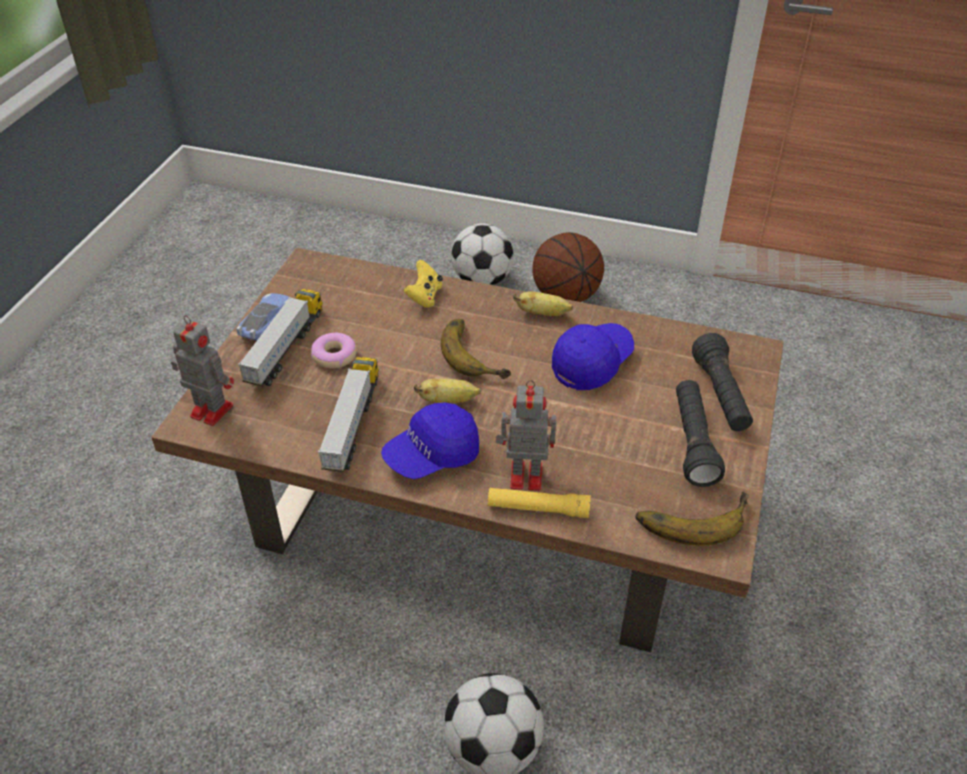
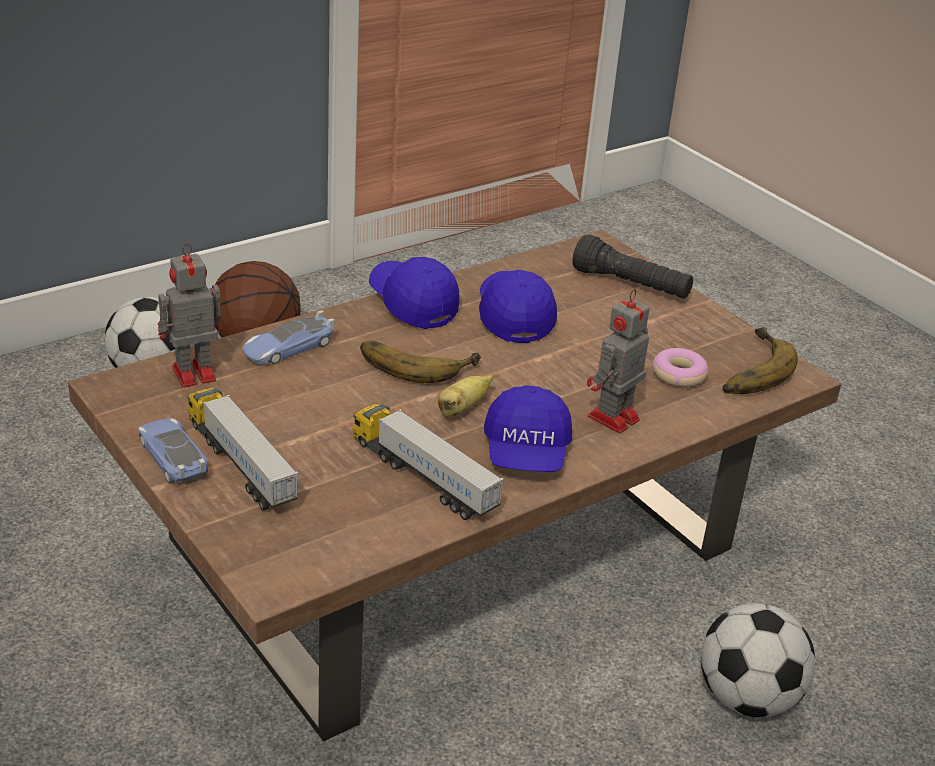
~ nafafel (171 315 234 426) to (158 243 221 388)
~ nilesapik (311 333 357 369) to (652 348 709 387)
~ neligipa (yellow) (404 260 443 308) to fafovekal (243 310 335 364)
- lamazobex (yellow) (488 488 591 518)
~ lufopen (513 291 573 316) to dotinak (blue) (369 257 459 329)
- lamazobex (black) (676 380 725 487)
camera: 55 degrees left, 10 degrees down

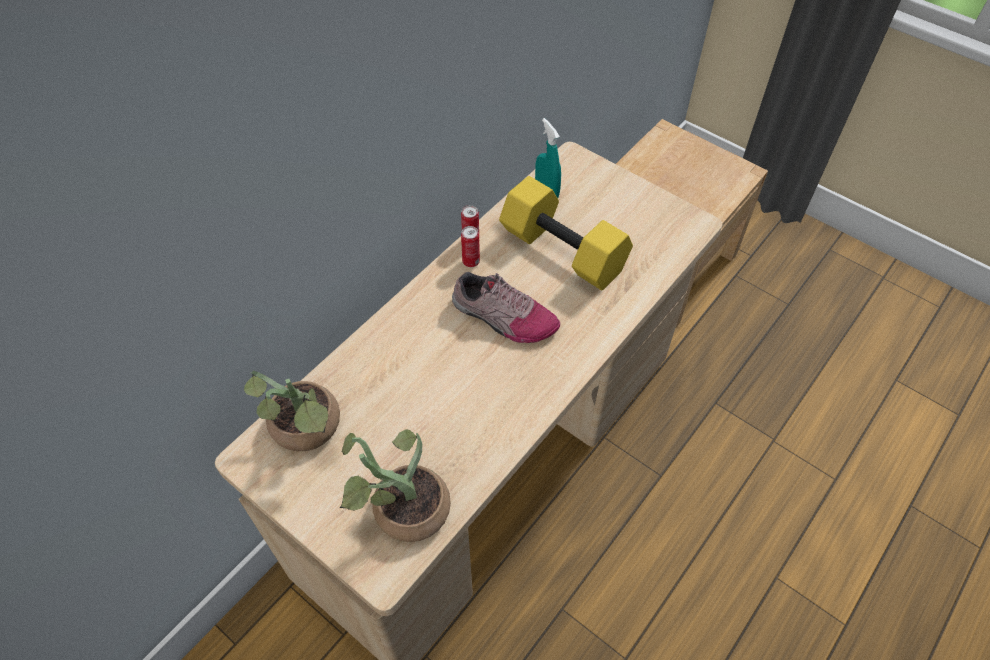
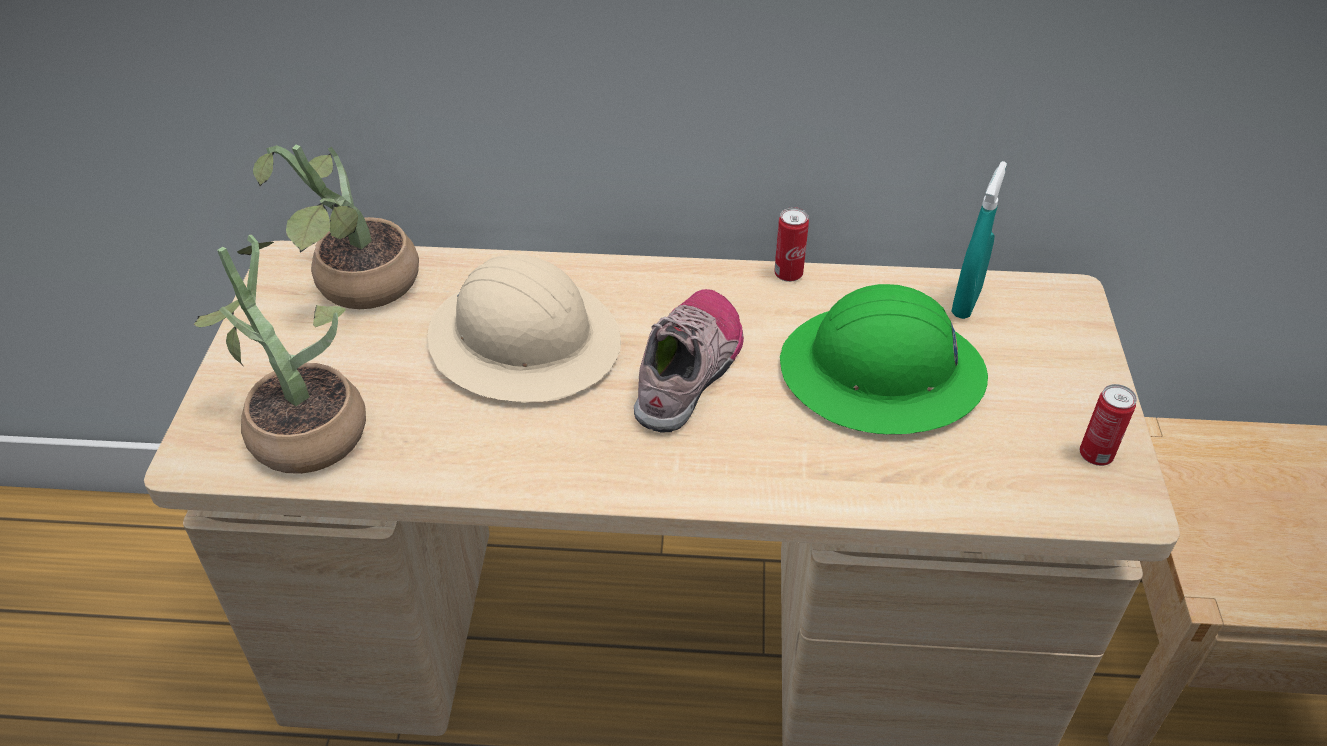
~ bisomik (452 272 560 343) = (634 289 744 433) 150 degrees counterclockwise
~ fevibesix (461 226 480 267) to (1080 384 1137 466)
~ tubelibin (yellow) (499 176 633 290) to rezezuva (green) (780 284 988 434)
+ rezezuva (beige) (427 254 621 403)
camera: 55 degrees right, 10 degrees down

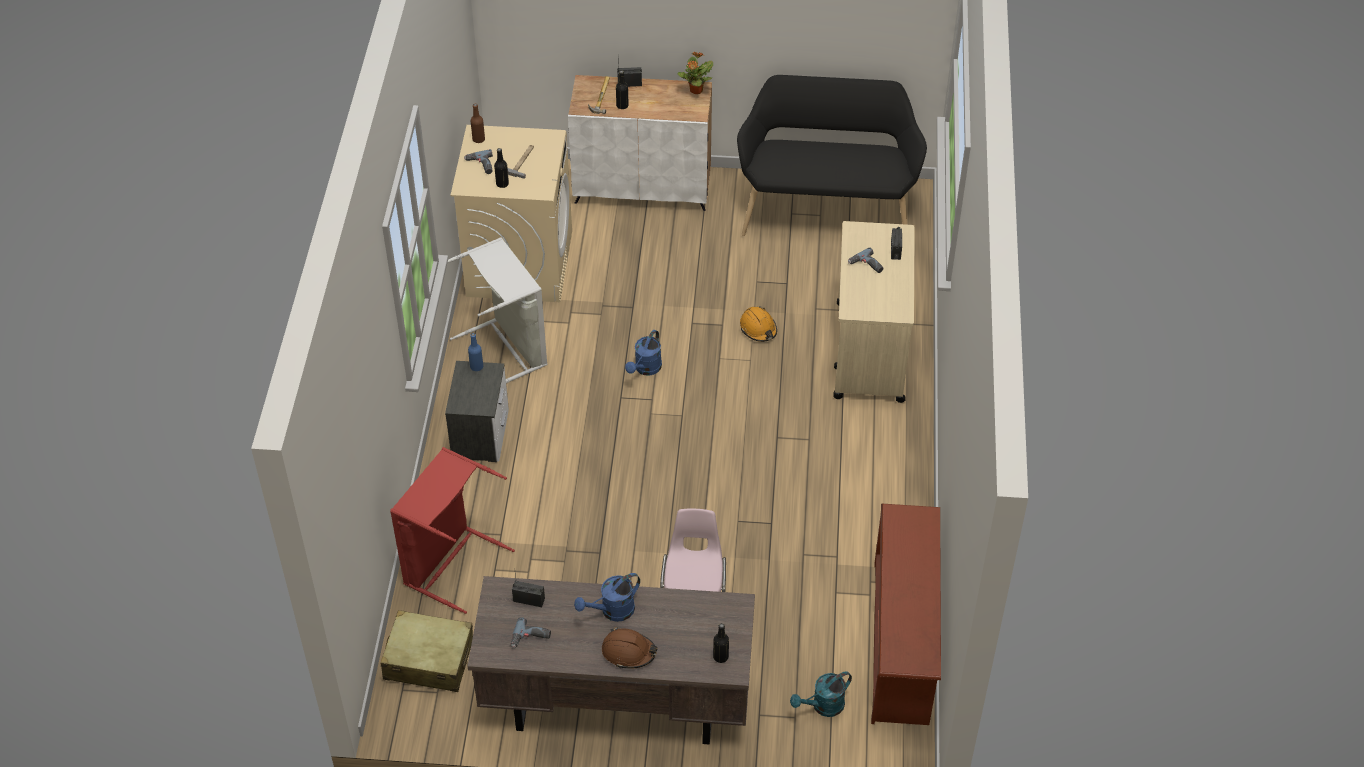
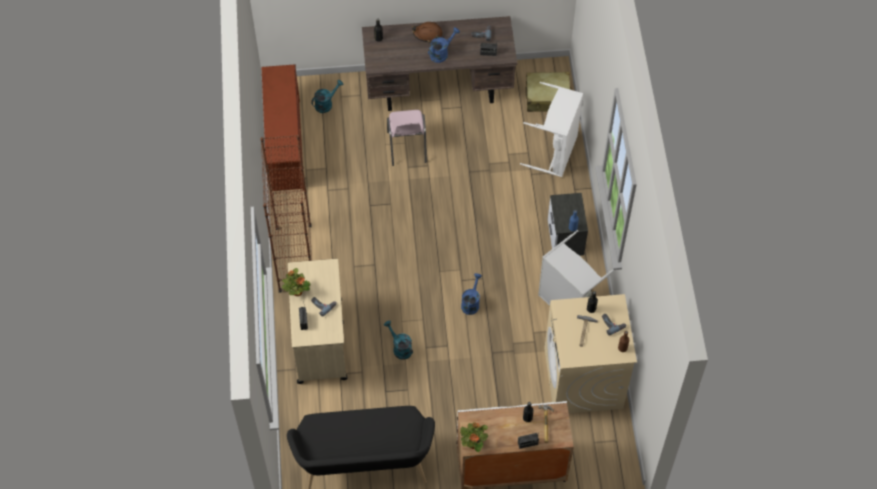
~ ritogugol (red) (390 447 515 614) to ritogugol (white) (520 82 583 177)
~ rezezuva (orange) (740 306 777 342) to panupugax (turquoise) (384 320 413 360)
+ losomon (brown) (260 135 312 293)
+ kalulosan (282 268 311 296)
camera: 170 degrees right, 10 degrees up

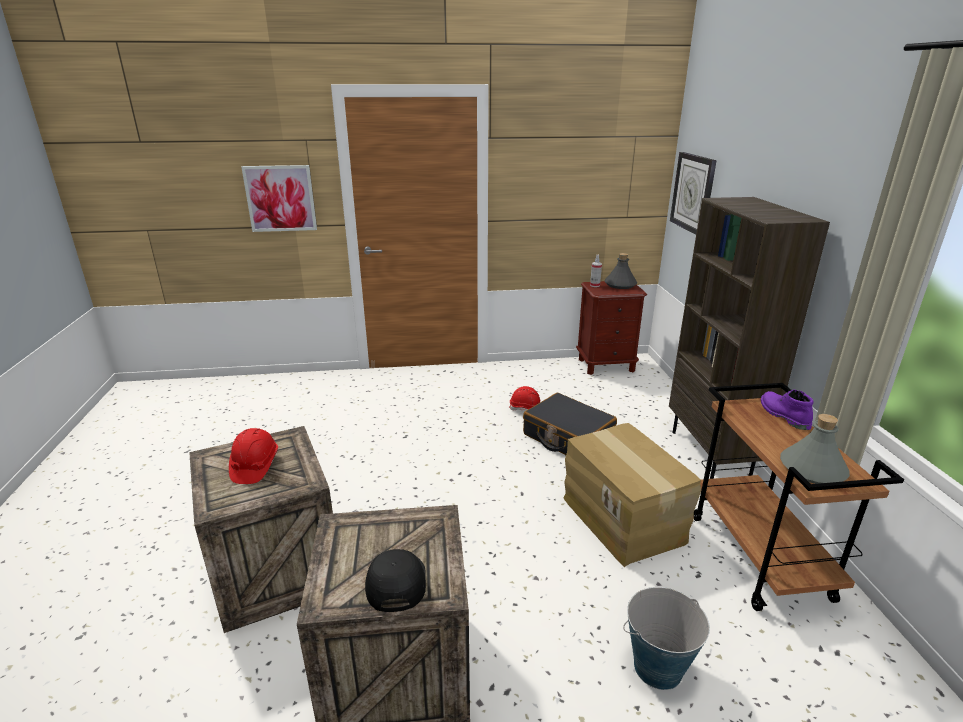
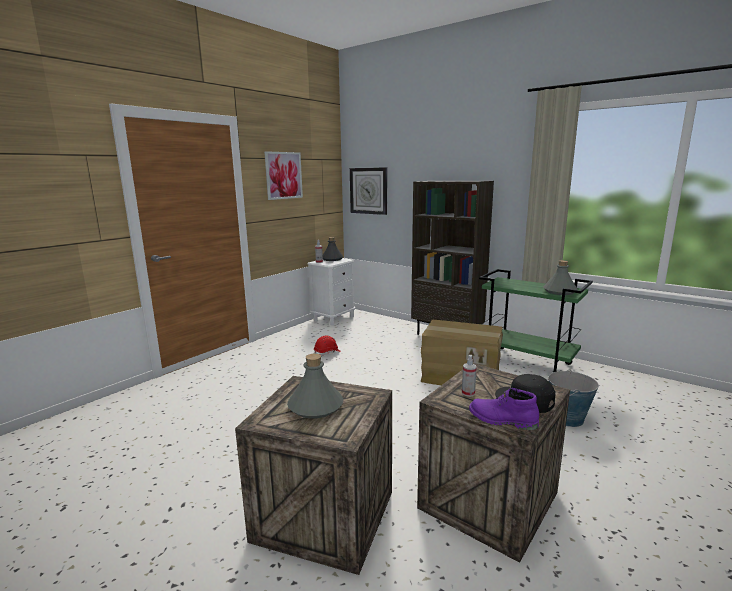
~ rezezuva (red) (229 428 278 484) to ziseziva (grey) (287 354 343 418)
~ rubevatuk (241 165 317 232) to (264 151 303 200)
- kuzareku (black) (523 393 617 455)
~ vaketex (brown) (576 281 647 375) to vaketex (white) (307 258 355 326)
~ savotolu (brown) (694 383 904 611) to savotolu (green) (479 269 593 372)
~ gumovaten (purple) (761 390 814 430) to (469 388 539 430)
+ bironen (462 355 477 397)
camera: 45 degrees left, 10 degrees down

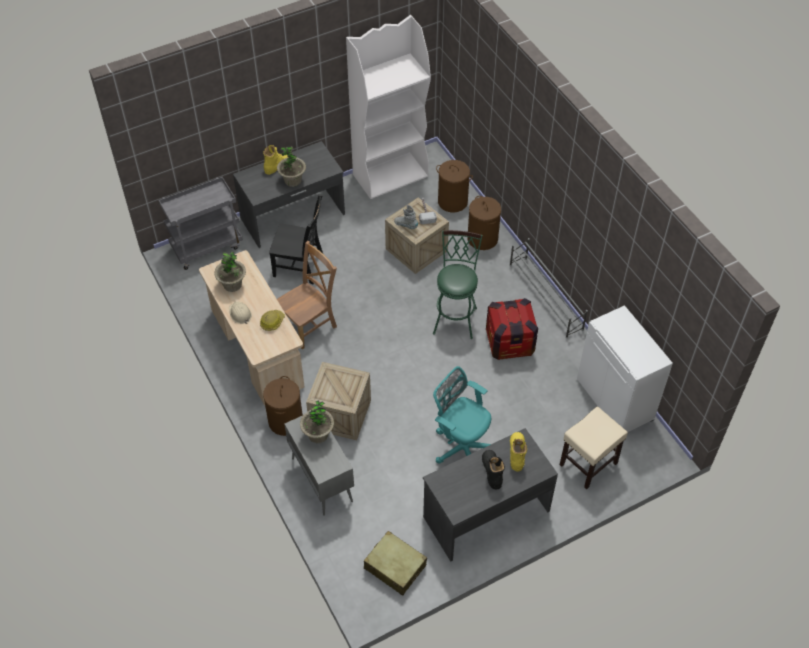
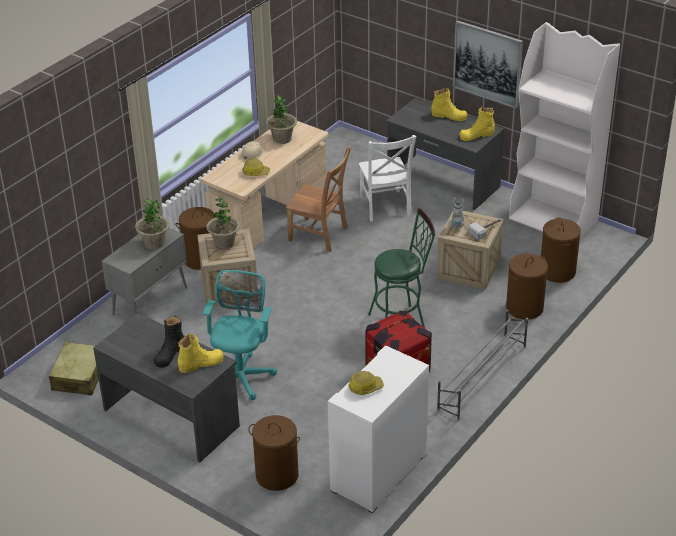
- savotolu (grey) (158 177 243 270)
~ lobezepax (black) (269 194 323 284) to lobezepax (white) (359 135 416 221)
~ kalulosan (277 146 306 187) to (206 198 240 250)
~ gumovaten (black) (482 450 505 489) = (153 316 184 368) 150 degrees clockwise
~ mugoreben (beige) (560 407 628 489) to ritogugol (brown) (248 415 300 491)
+ rezezuva (349 371 384 395)
+ rubevatuk (453 20 523 109)
+ gumovaten (yellow) (460 107 495 141)
camera: 65 degrees right, 15 degrees down

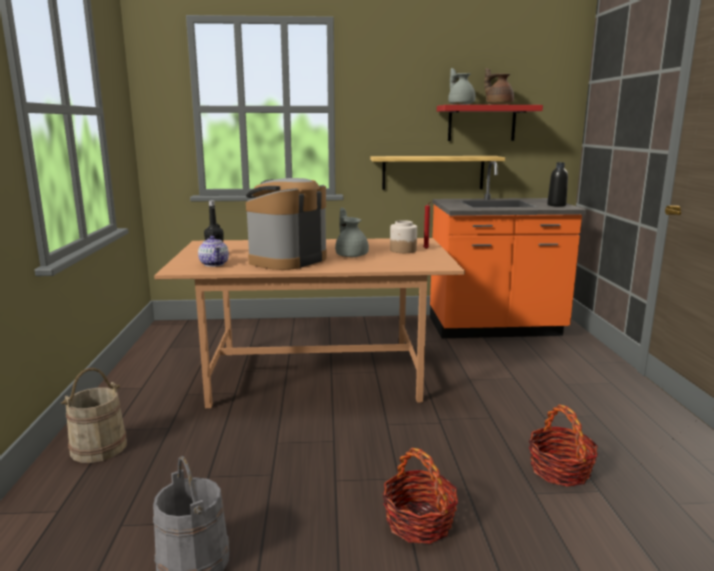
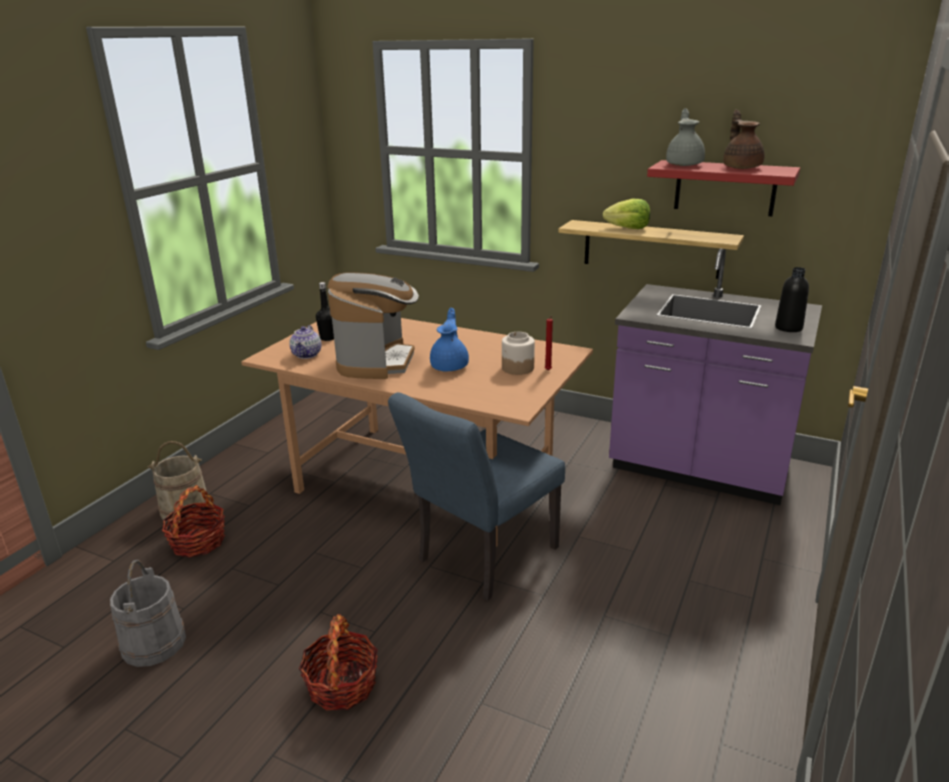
~ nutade (246 178 327 270) = (327 272 419 379) 120 degrees clockwise
~ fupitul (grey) (335 207 369 257) to fupitul (blue) (430 308 469 372)
~ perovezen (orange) (430 161 587 338) to perovezen (purple) (609 248 822 505)
~ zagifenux (529 404 598 487) to (162 485 225 558)
+ lobezepax (blue) (388 392 565 601)
+ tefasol (603 199 650 229)
camera: 30 degrees right, 10 degrees up

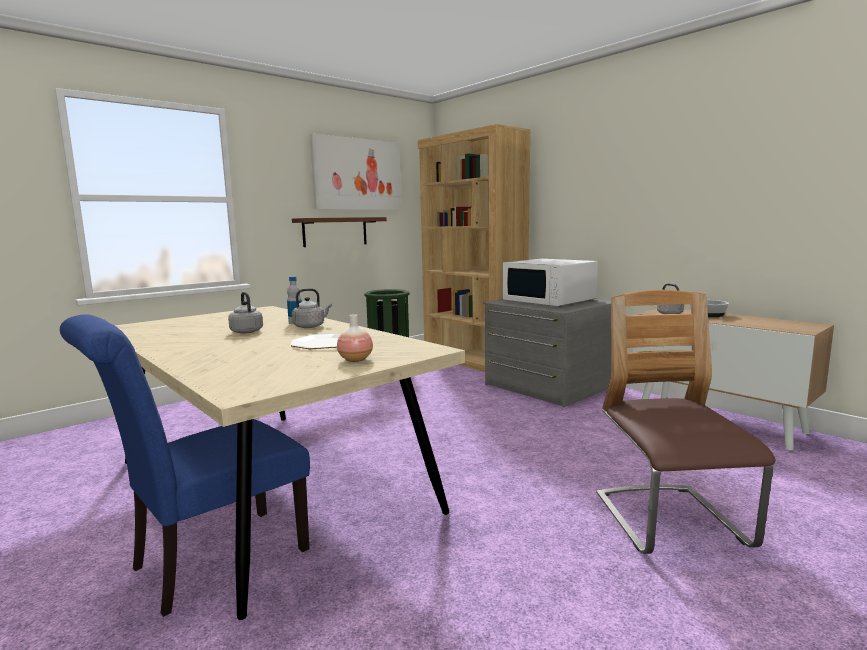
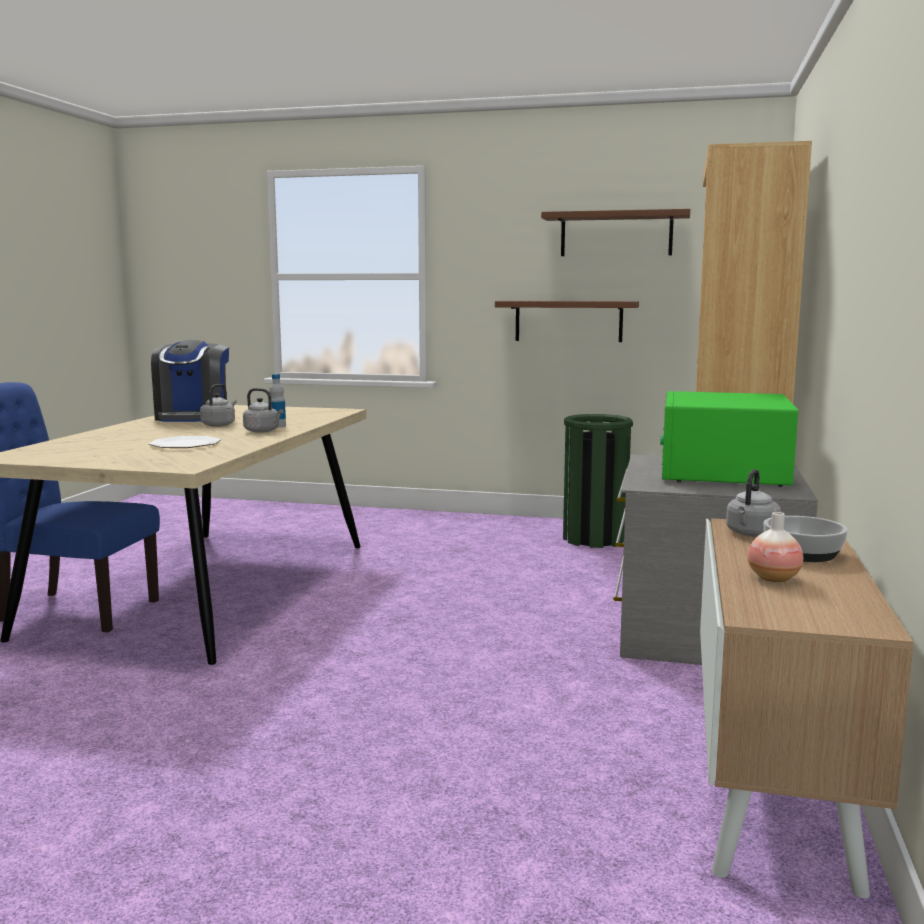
~ rubevatuk (310 134 402 209) to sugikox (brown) (541 209 690 256)
~ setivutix (337 314 373 362) to (748 512 803 582)
~ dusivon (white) (503 259 598 306) to dusivon (green) (660 391 798 487)
- lobezepax (596 290 776 554)
+ nutade (151 340 229 422)
camera: 55 degrees right, 0 degrees up

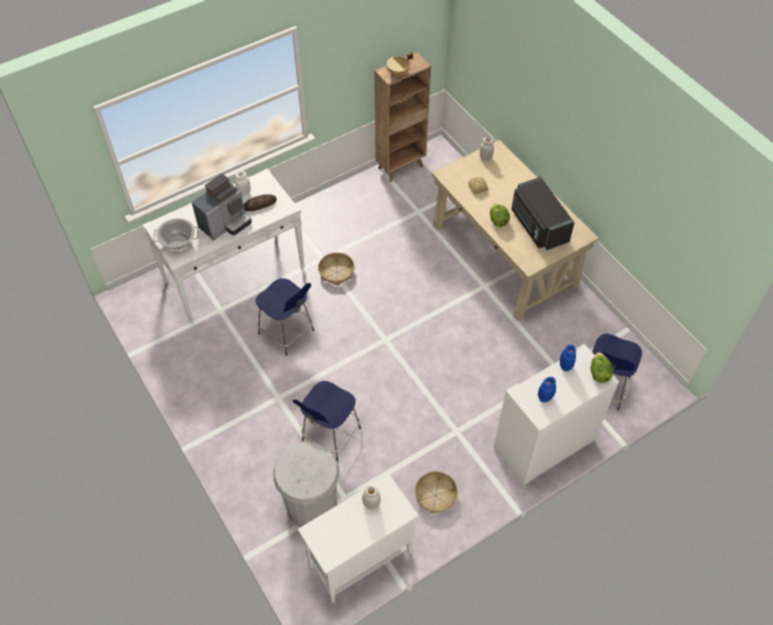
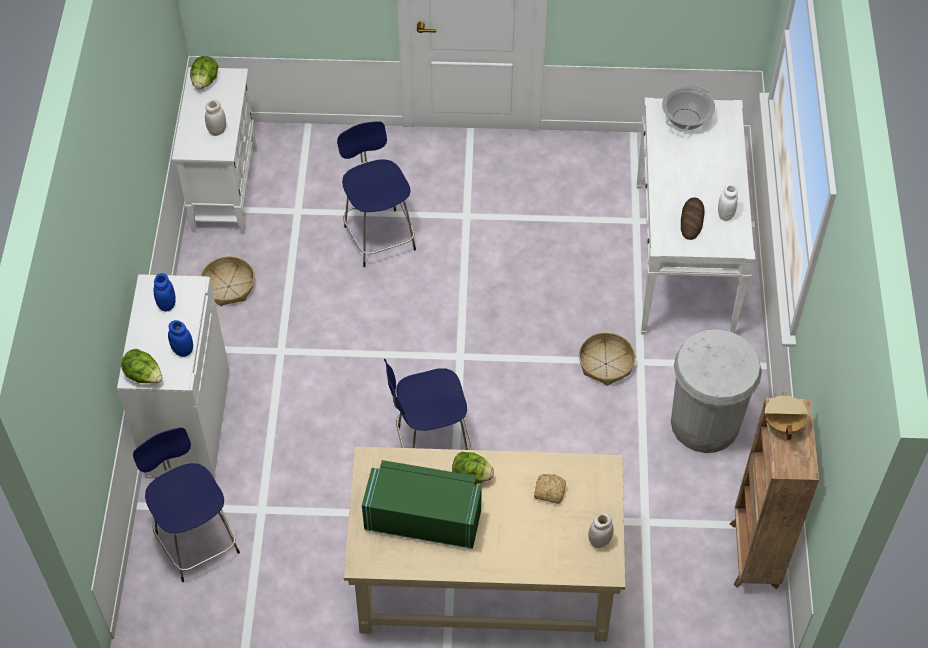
- nutade (192 174 252 241)
~ mugoreben (blue) (255 278 314 356) to (384 358 472 450)
~ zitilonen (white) (273 442 339 527) to (671 329 762 453)
~ dusivon (black) (512 177 575 251) to dusivon (green) (362 460 482 549)
+ tefasol (190 56 218 89)
camera: 125 degrees right, 0 degrees up

